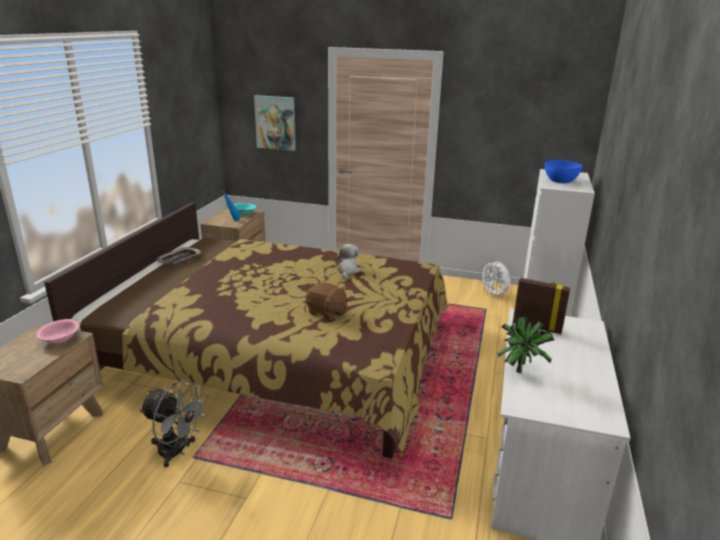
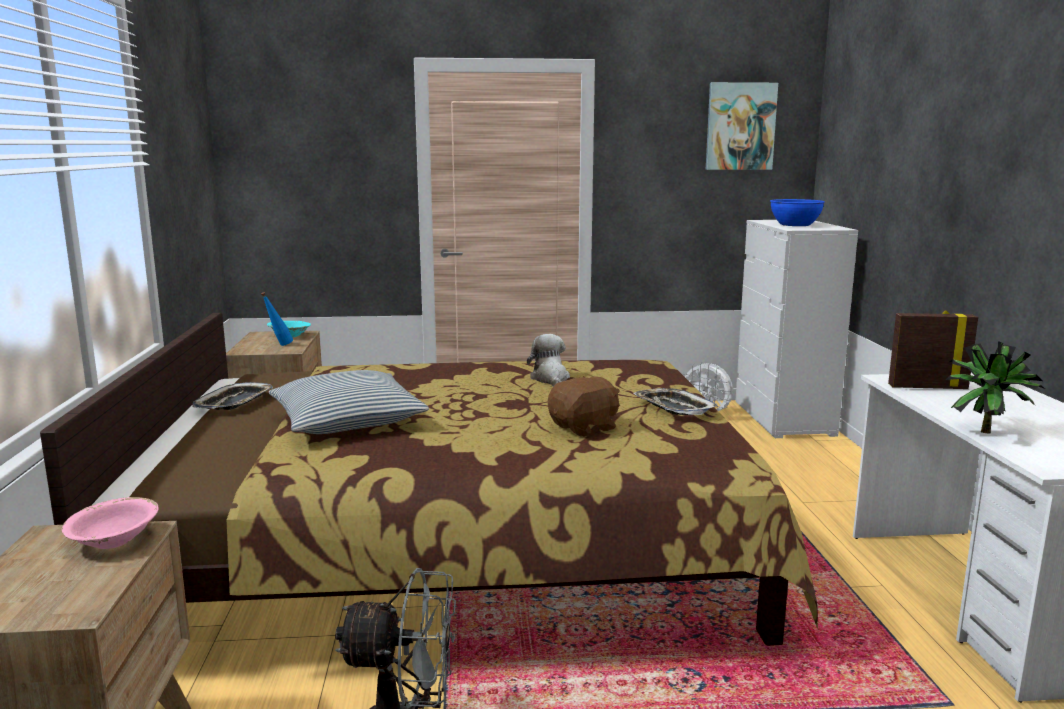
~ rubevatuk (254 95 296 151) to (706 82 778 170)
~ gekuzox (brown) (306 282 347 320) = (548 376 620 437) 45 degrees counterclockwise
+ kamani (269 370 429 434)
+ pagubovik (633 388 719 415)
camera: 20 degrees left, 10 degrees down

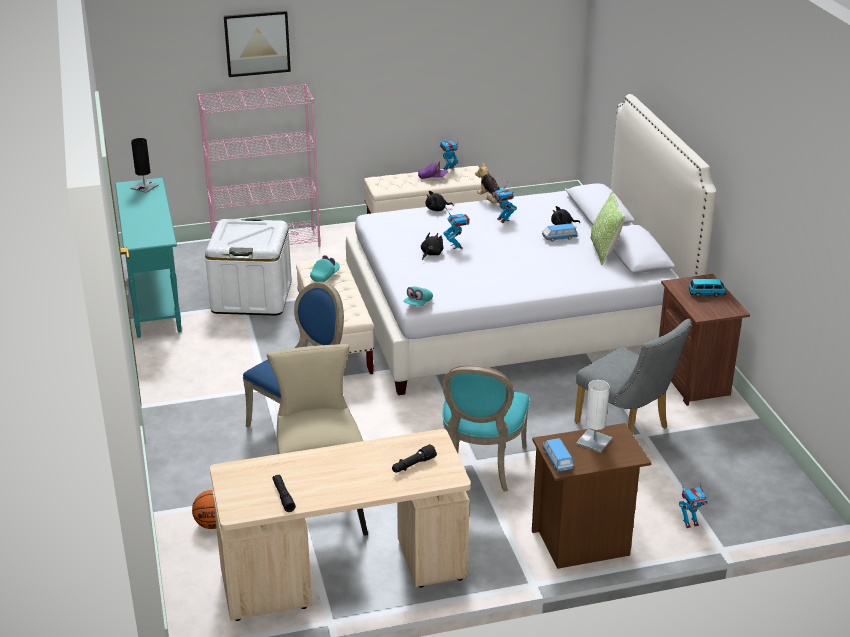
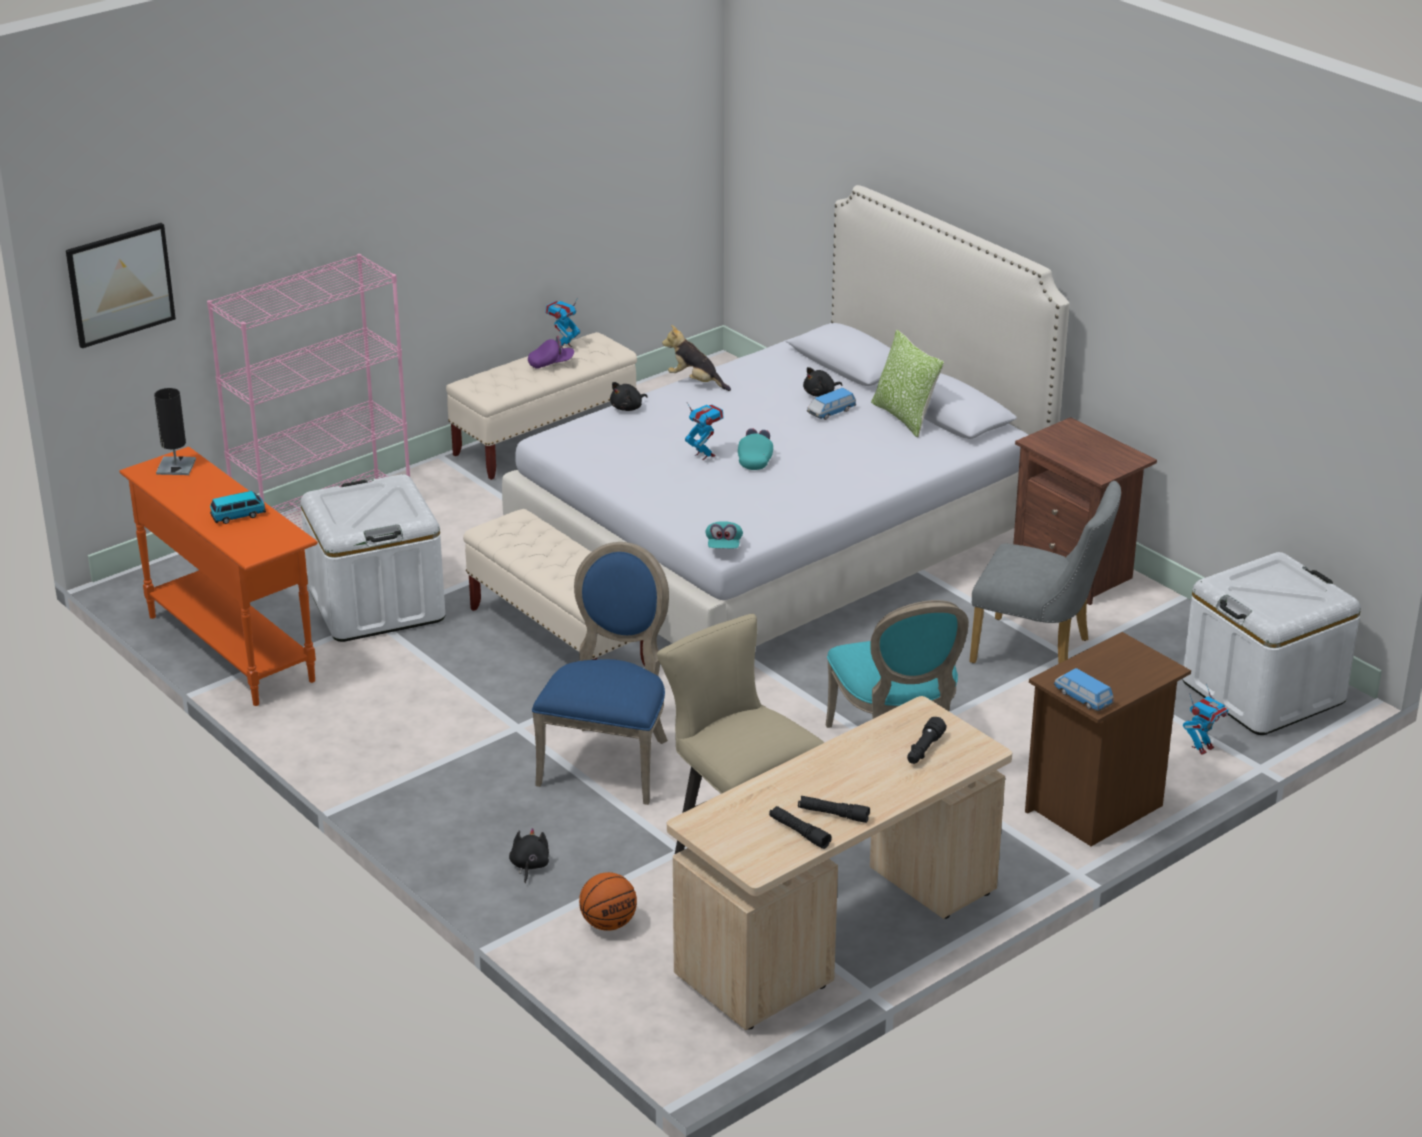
~ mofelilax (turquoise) (115 178 182 338) to mofelilax (orange) (119 447 318 706)
~ rubevatuk (224 11 291 77) to (66 223 176 348)
~ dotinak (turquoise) (310 255 340 282) to (738 428 773 470)
~ gekuzox (black) (421 232 444 260) to (509 828 549 883)
- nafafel (492 181 517 223)
- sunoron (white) (576 380 613 453)
~ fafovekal (689 279 726 297) to (210 491 266 524)
+ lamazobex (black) (798 796 870 823)
+ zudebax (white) (1182 552 1361 735)
camera: 25 degrees left, 0 degrees up

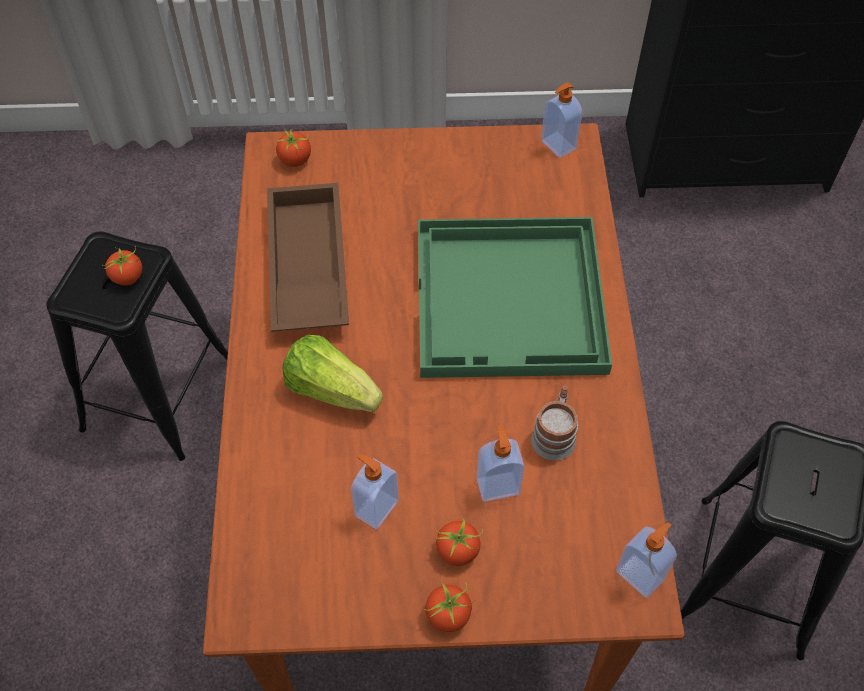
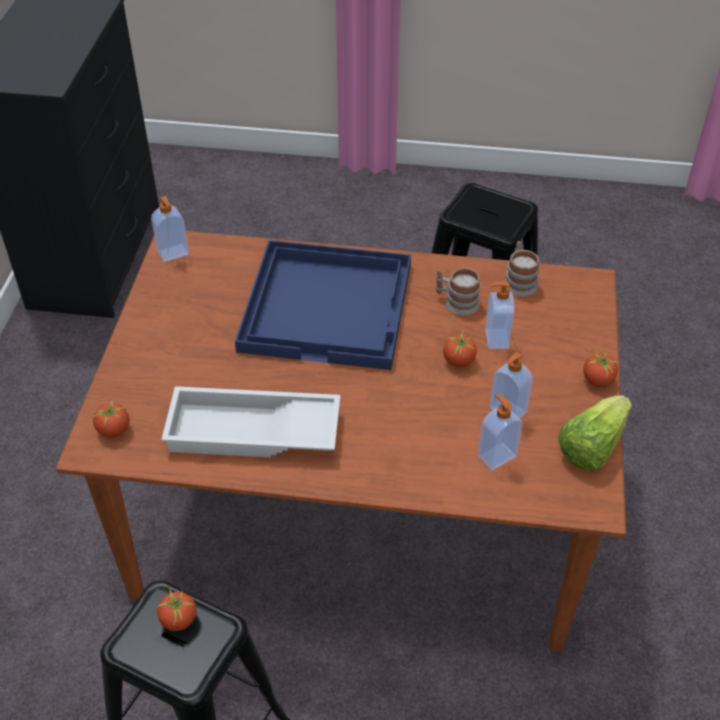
~ pagubovik (brown) (267 183 349 332) to pagubovik (white) (161 386 340 457)
~ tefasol (282 334 383 412) to (558 395 632 472)
~ pagubovik (green) (418 217 612 378) to pagubovik (blue) (235 240 411 370)
~ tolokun (436 516 483 566) to (443 327 477 367)
~ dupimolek (616 522 677 598) to (478 394 522 471)
+ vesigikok (505 241 540 296)
camera: 80 degrees left, 10 degrees down

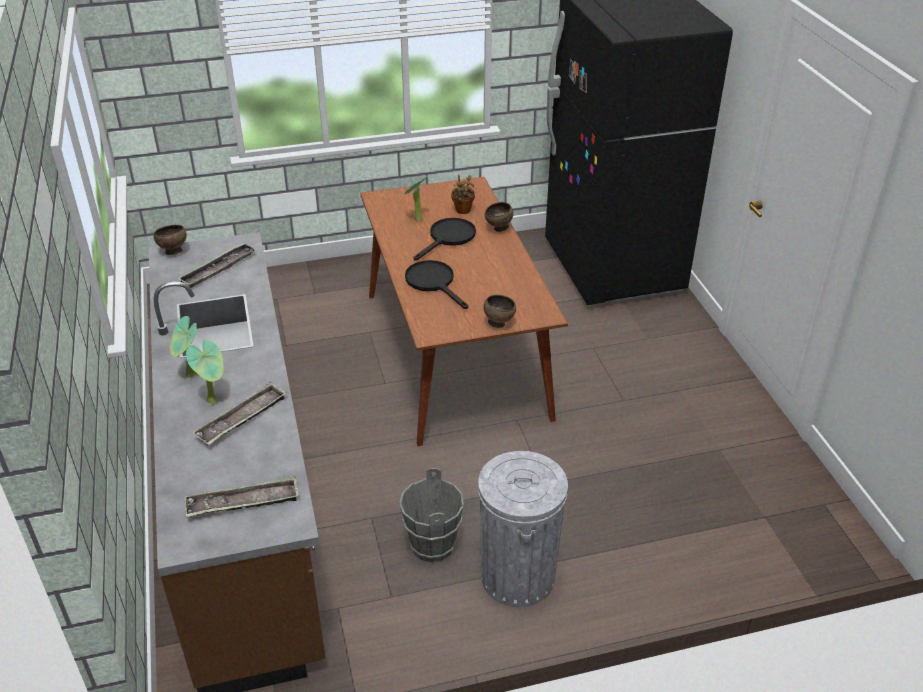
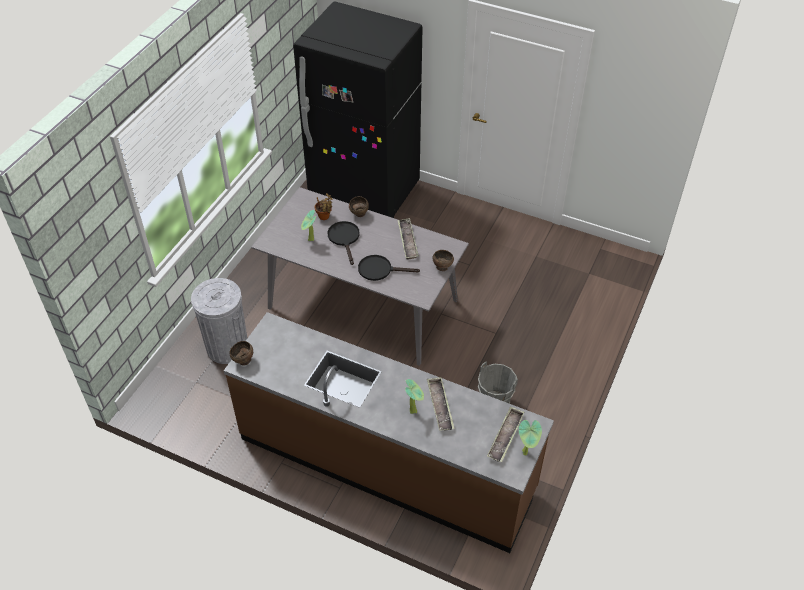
~ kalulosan (170 316 197 378) to (519 420 542 455)
~ pagubovik (177 242 255 288) to (398 218 419 260)
~ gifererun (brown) (360 177 568 446) to gifererun (grey) (251 187 469 366)
~ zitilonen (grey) (478 451 568 607) to (191 278 247 364)
camera: 50 degrees left, 10 degrees up

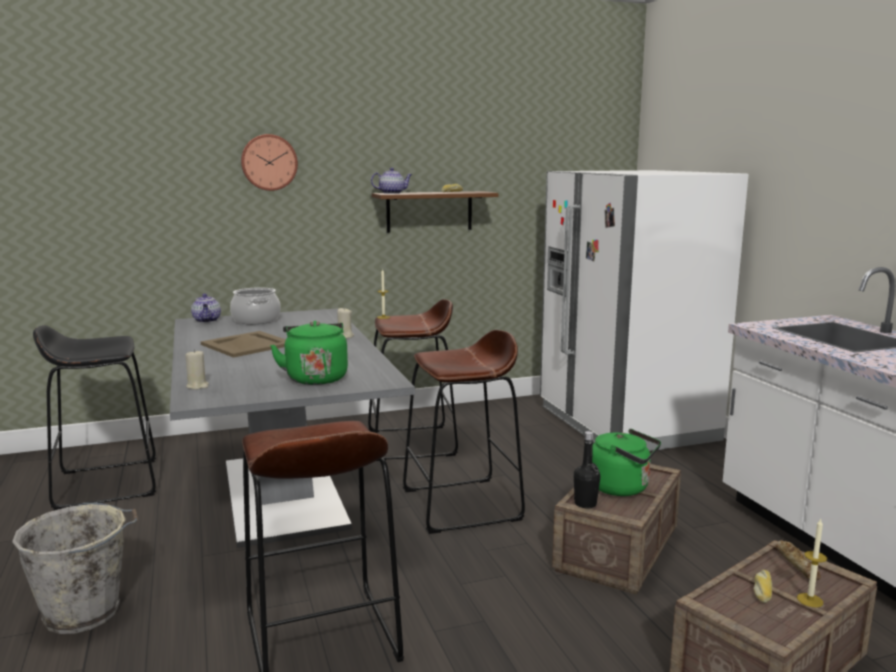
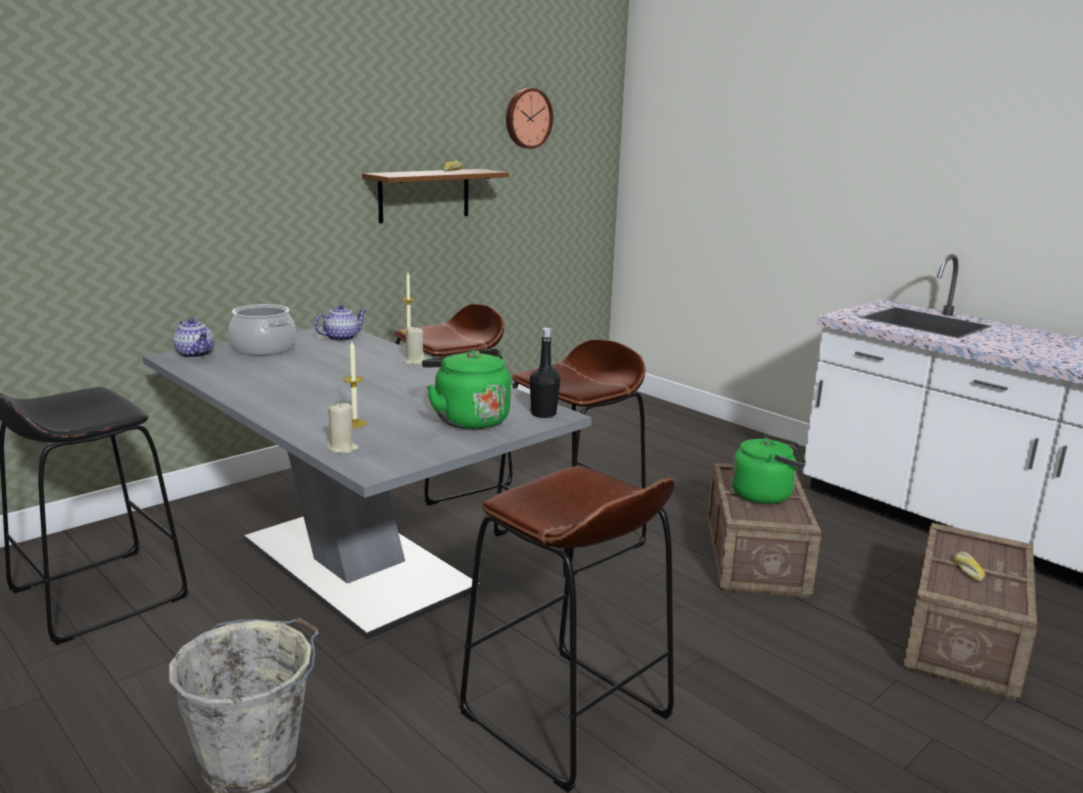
- pagubovik (beige) (201 331 286 358)
~ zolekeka (241 134 298 191) to (506 88 553 149)
~ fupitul (371 168 412 194) to (314 305 366 341)
- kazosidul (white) (540 170 749 451)
~ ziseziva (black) (574 431 601 508) to (530 327 560 418)
- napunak (775 540 821 580)
~ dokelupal (797 519 827 607) to (343 342 367 428)
camera: 25 degrees left, 5 degrees up

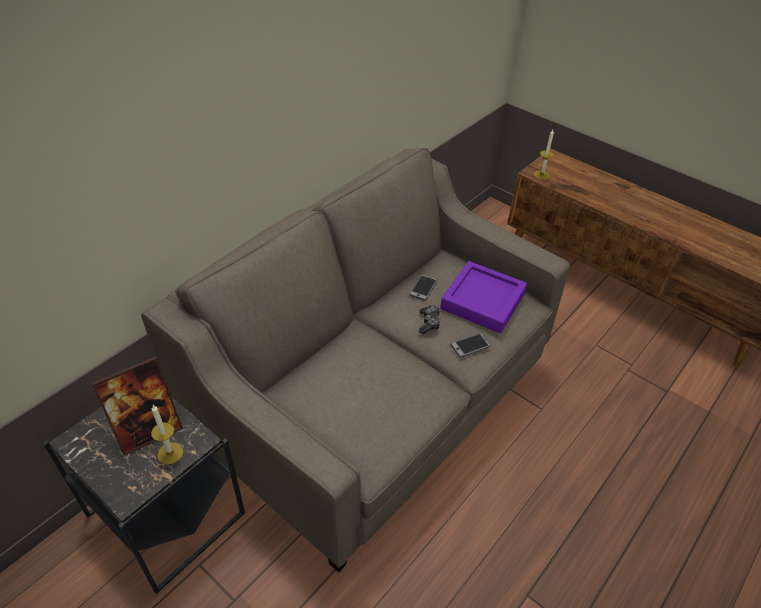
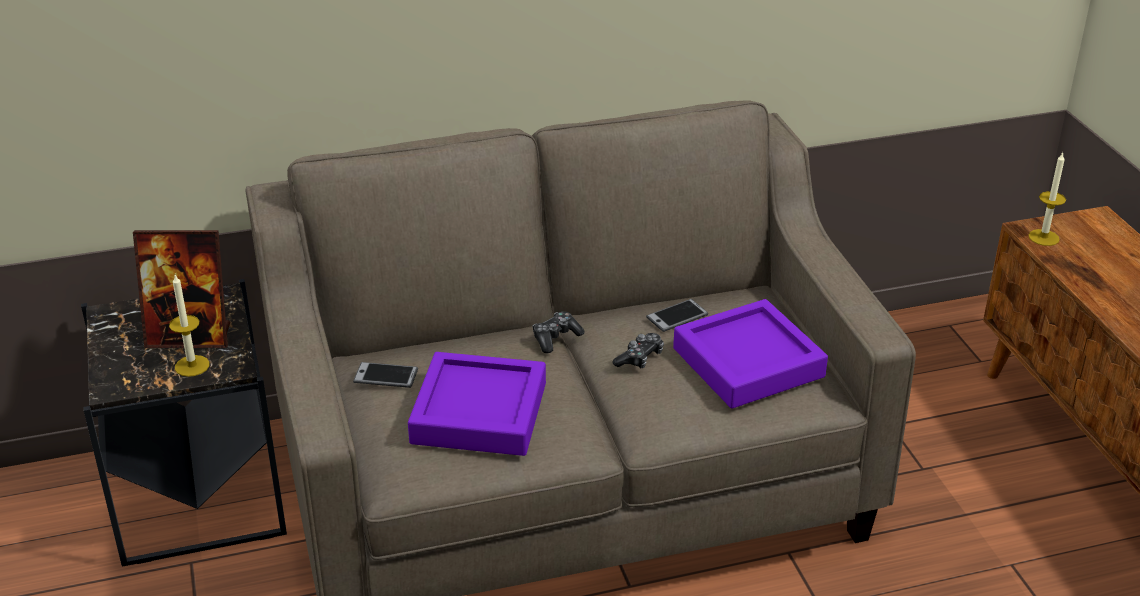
~ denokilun (450 333 491 358) to (353 362 418 388)
+ pagubovik (purple) (408 352 546 456)
+ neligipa (532 311 585 353)
camera: 35 degrees right, 10 degrees down

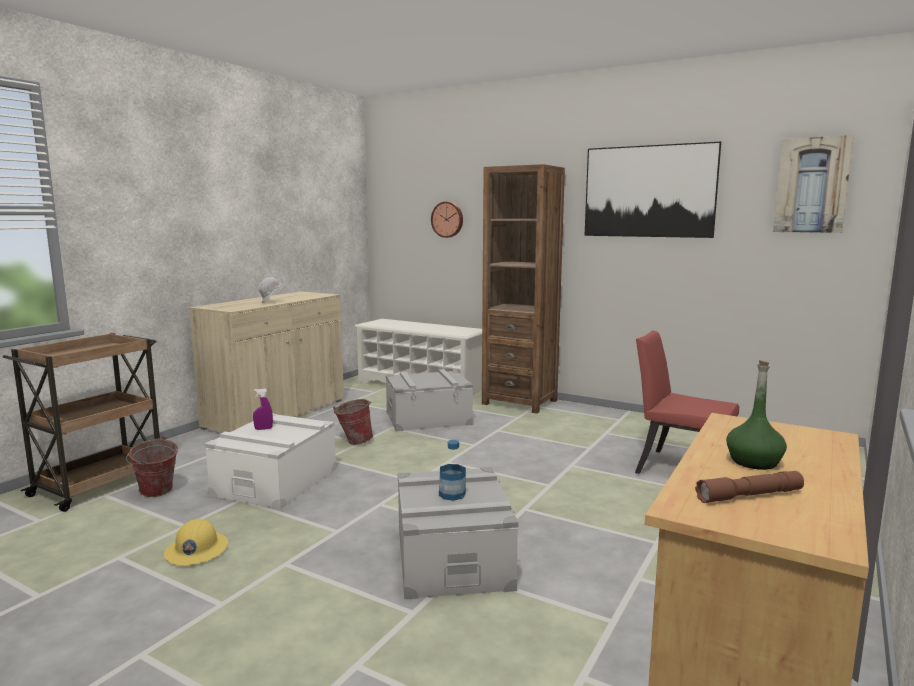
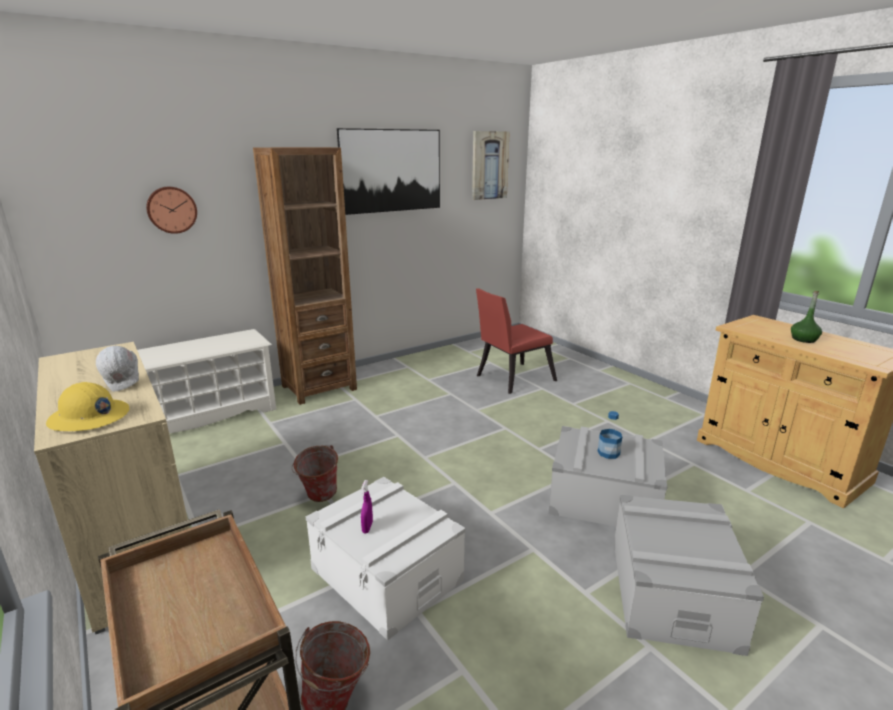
~ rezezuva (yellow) (164 519 228 565) to (46 382 129 431)
~ zudebax (grey) (386 369 473 431) to (614 495 764 656)
- lamazobex (brown) (695 471 804 503)
camera: 65 degrees left, 10 degrees up

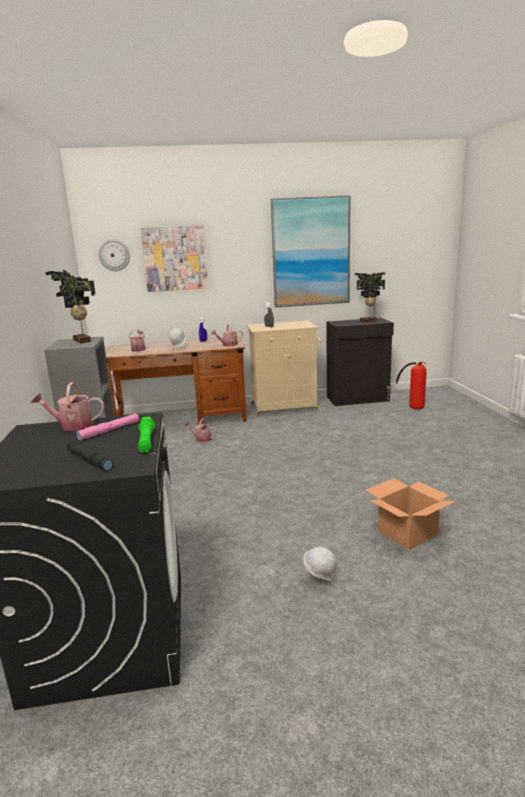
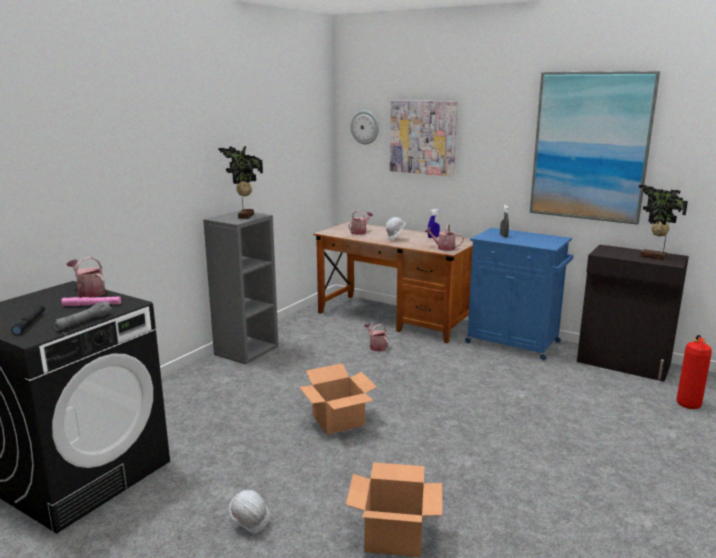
~ lamazobex (green) (138 417 155 453) to lamazobex (grey) (53 302 112 330)
~ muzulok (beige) (247 320 321 417) to muzulok (blue) (465 228 574 360)
+ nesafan (299 363 377 435)
camera: 40 degrees right, 0 degrees up

